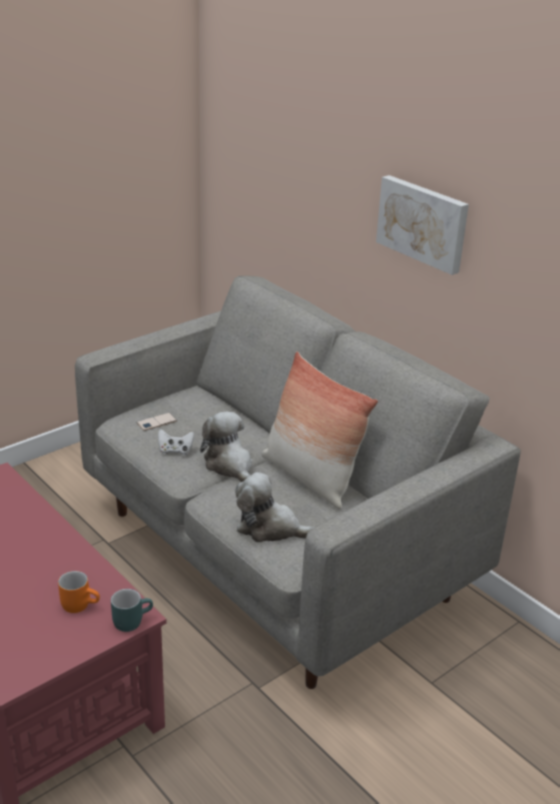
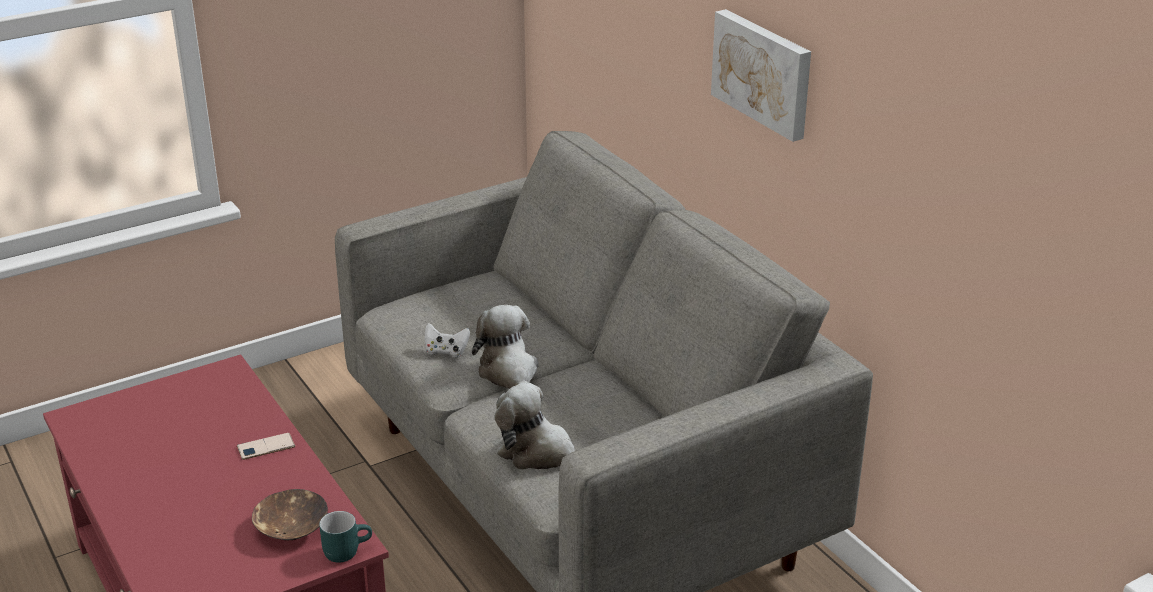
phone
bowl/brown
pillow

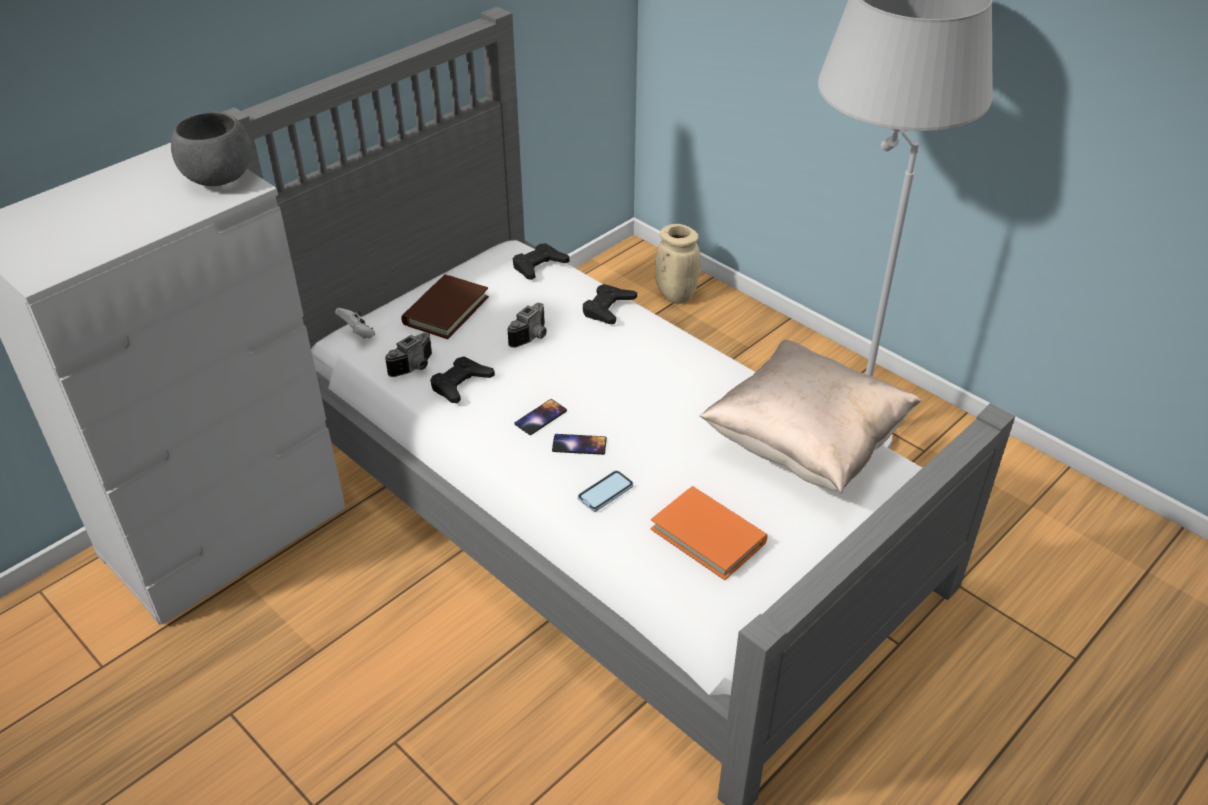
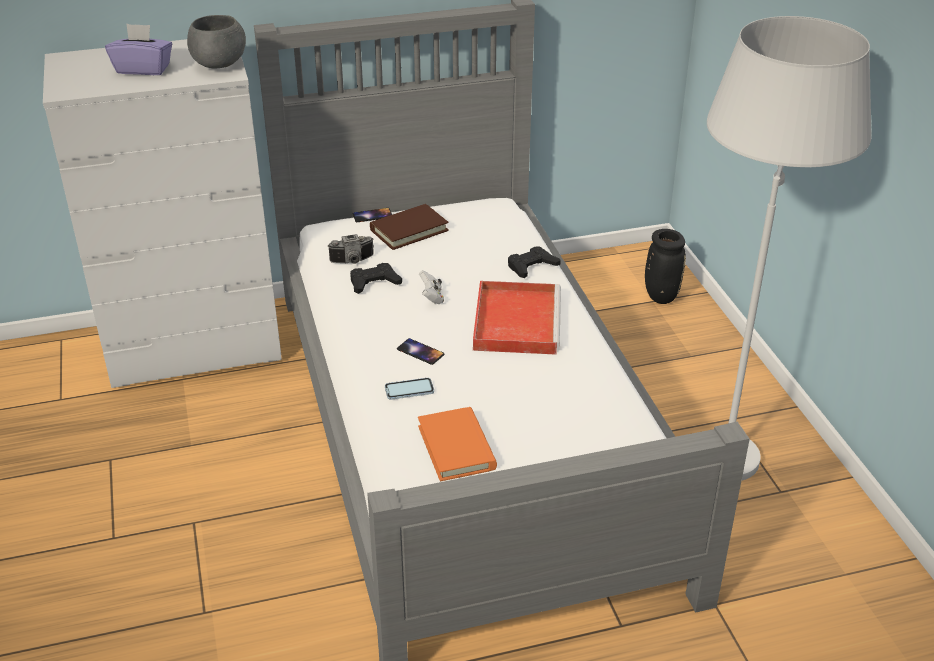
tissue box/purple
phone (no. 1 from left)
game controller/white
tray/red
vase/black
photo camera (no. 2 from left in the first image)
game controller/black (no. 2 from left in the first image)
pillow/beige

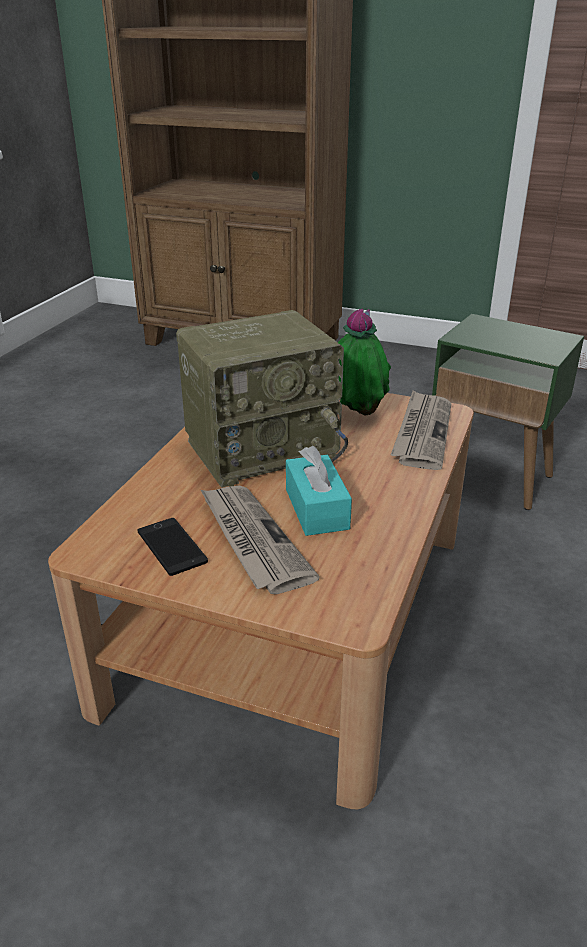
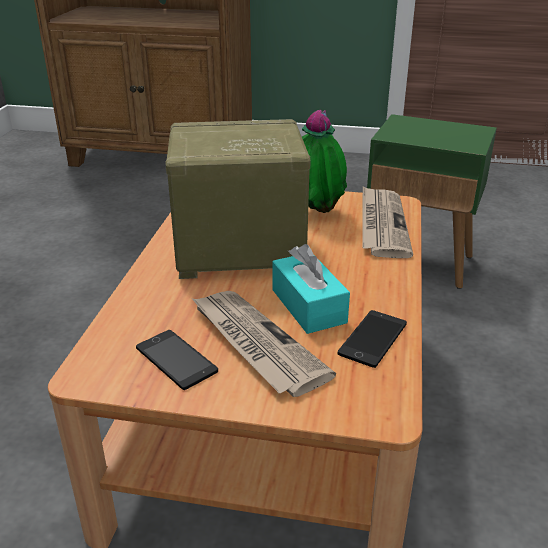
radio
phone (no. 2 from left)

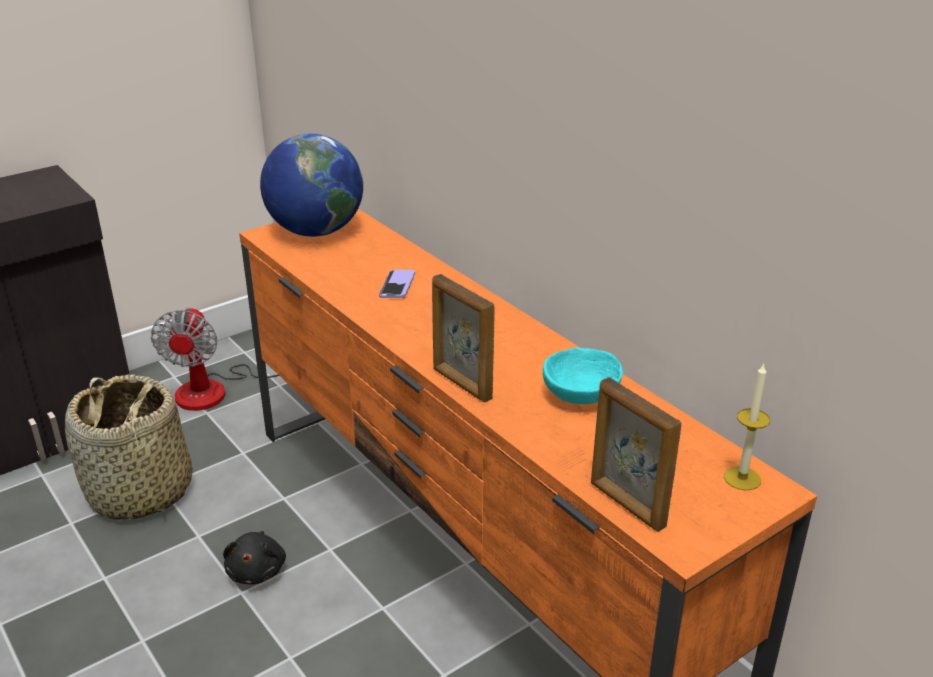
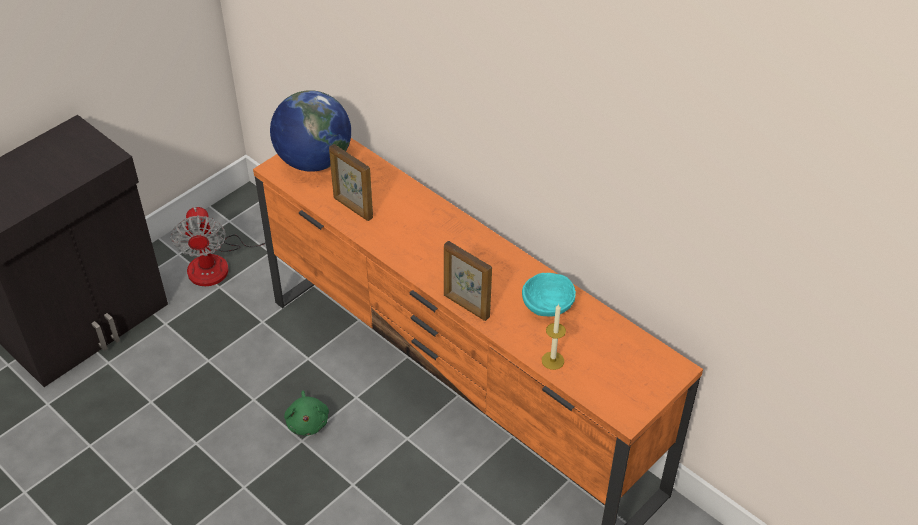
plush toy/green
picture frame (no. 1 from left)
candle
basket
phone

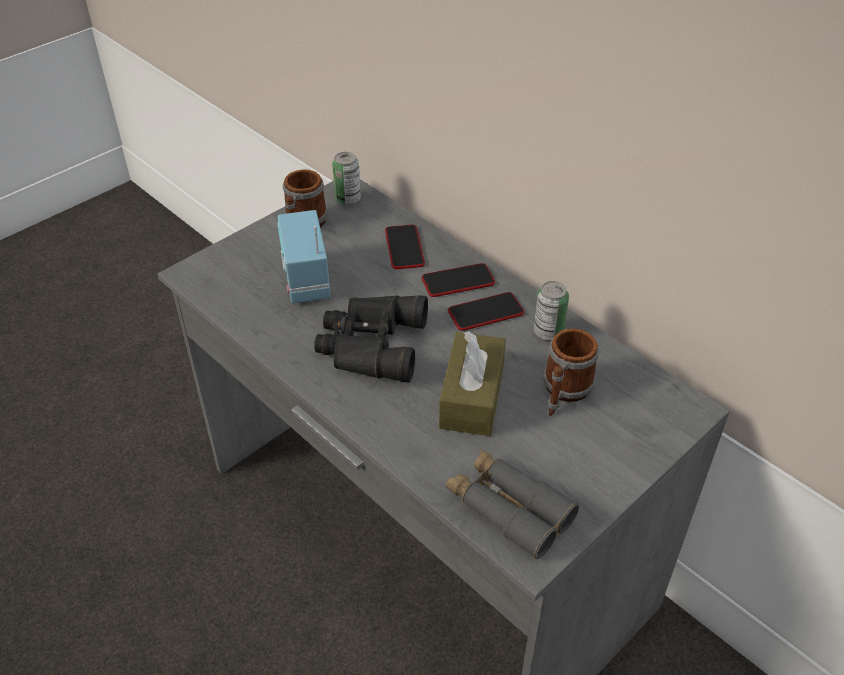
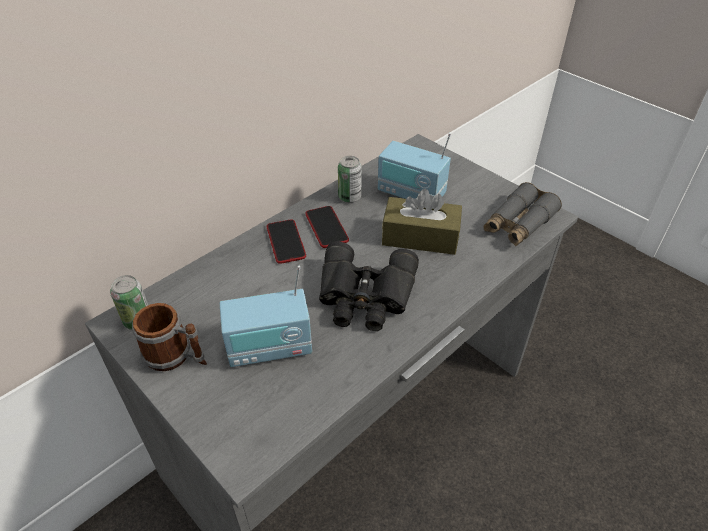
radio (no. 2 from left)
phone (no. 1 from left in the first image)

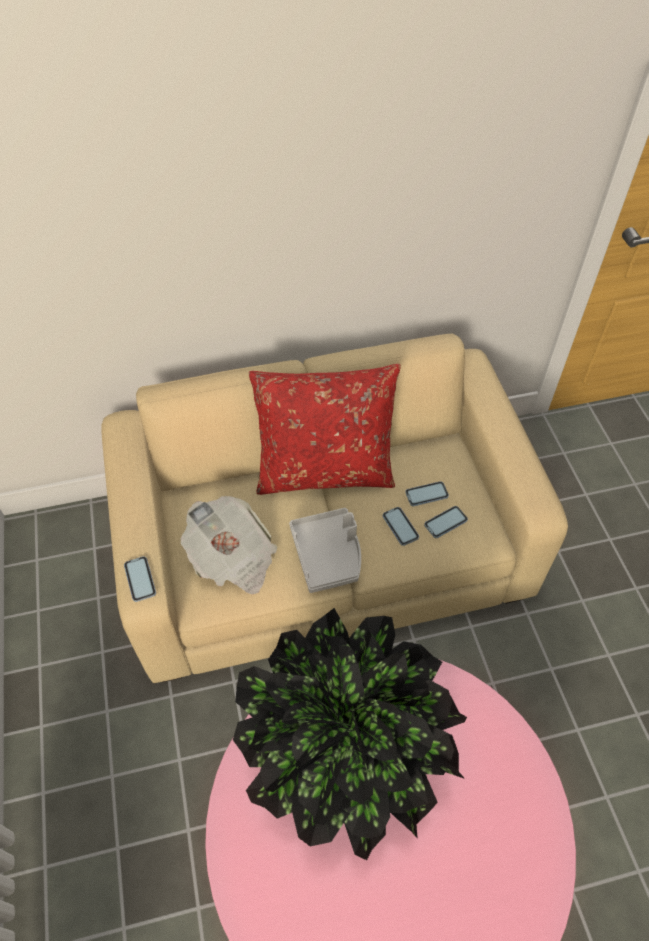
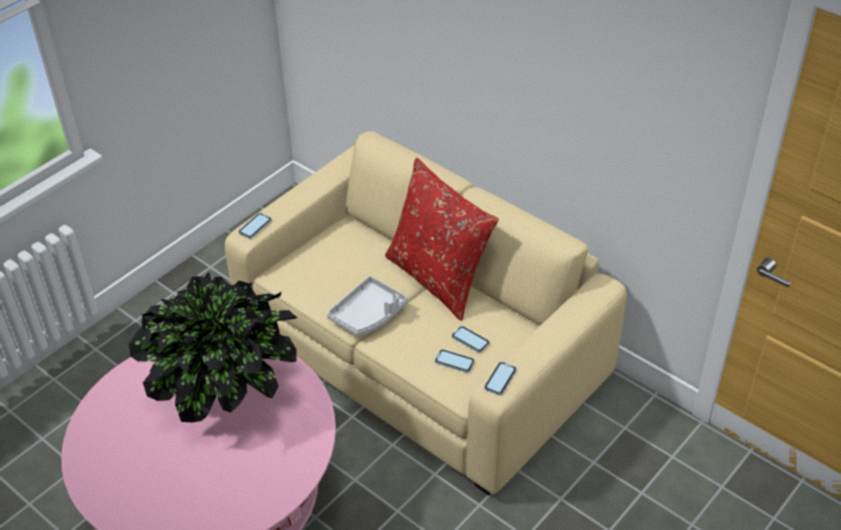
phone (no. 4 from left)
newspaper

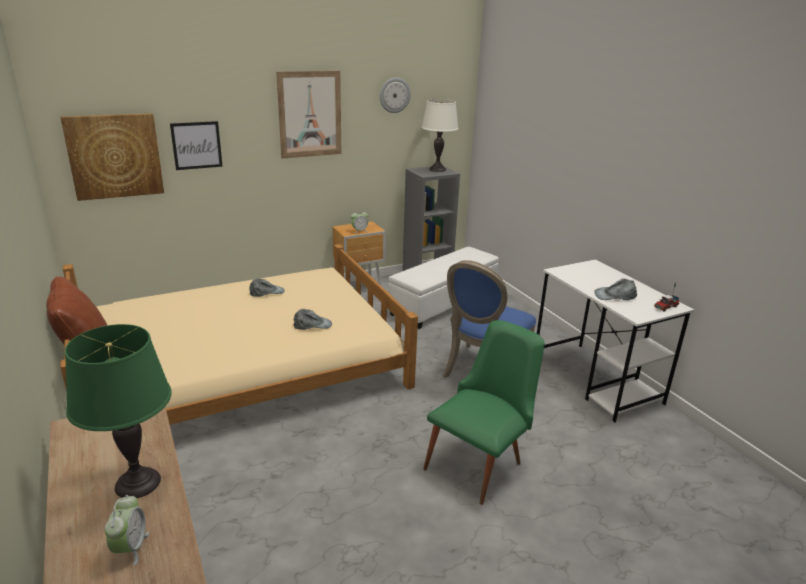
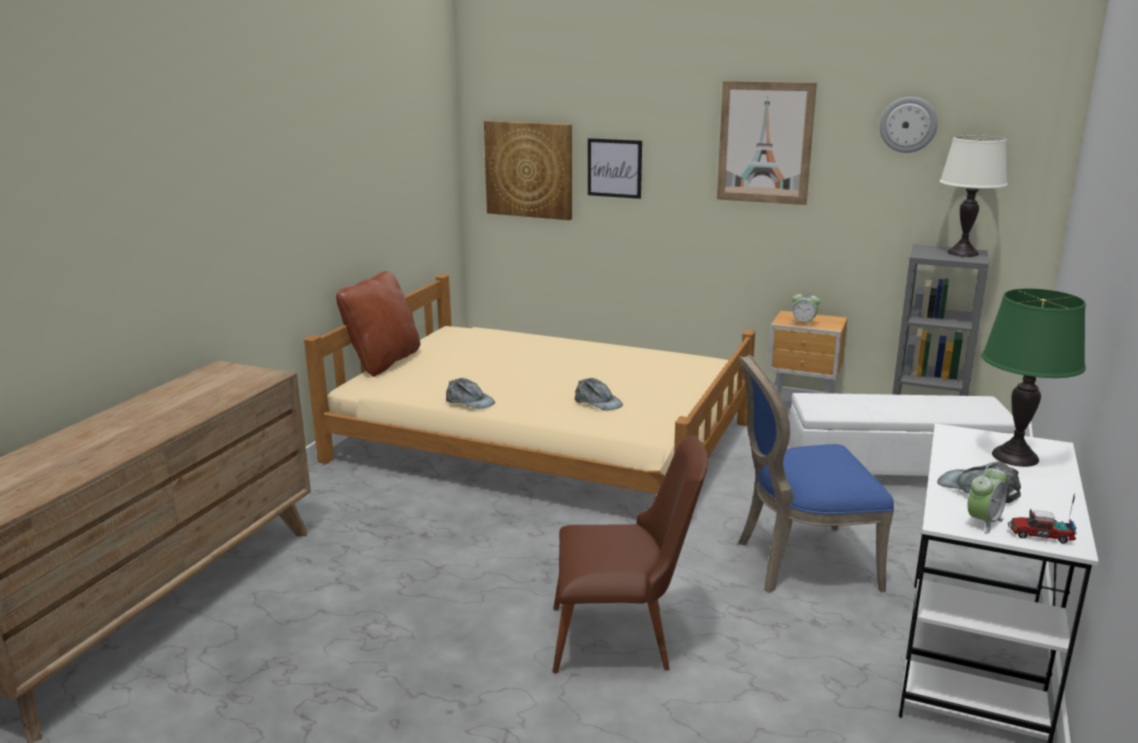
cap/grey (no. 1 from left)
chair/brown
alarm clock (no. 2 from left)
table lamp/green

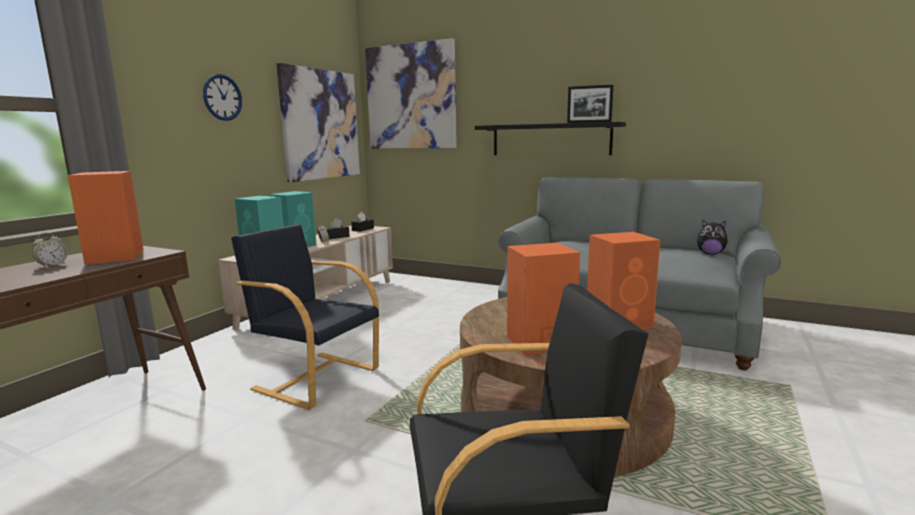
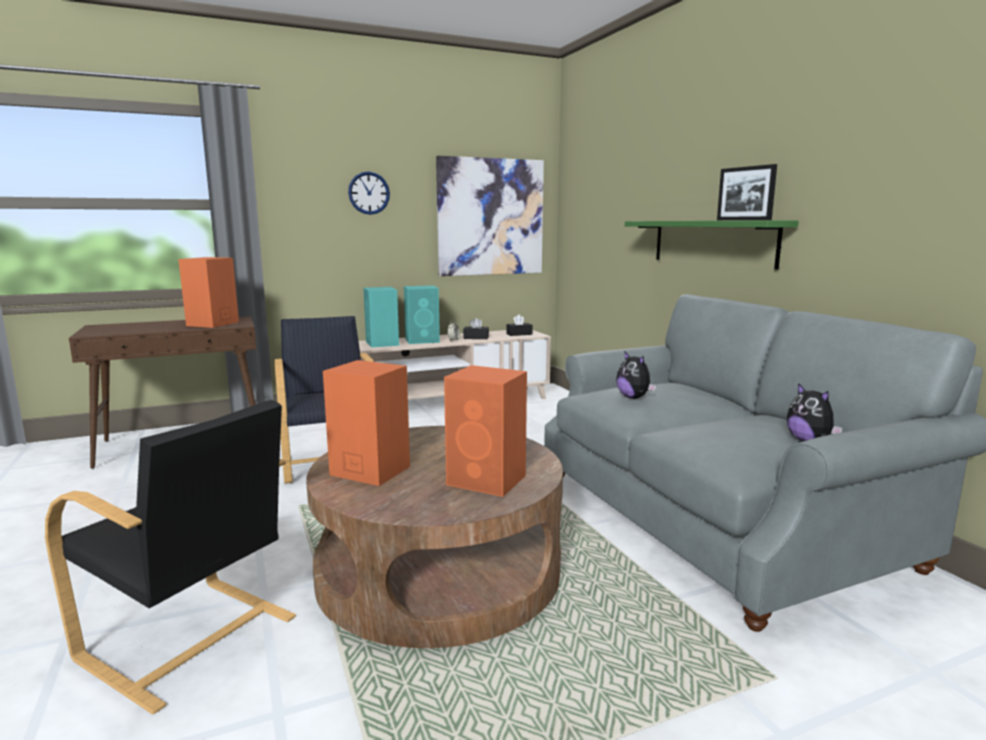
plush toy (no. 1 from left)
shelf/green
alarm clock (no. 1 from left in the first image)
picture (no. 2 from left in the first image)

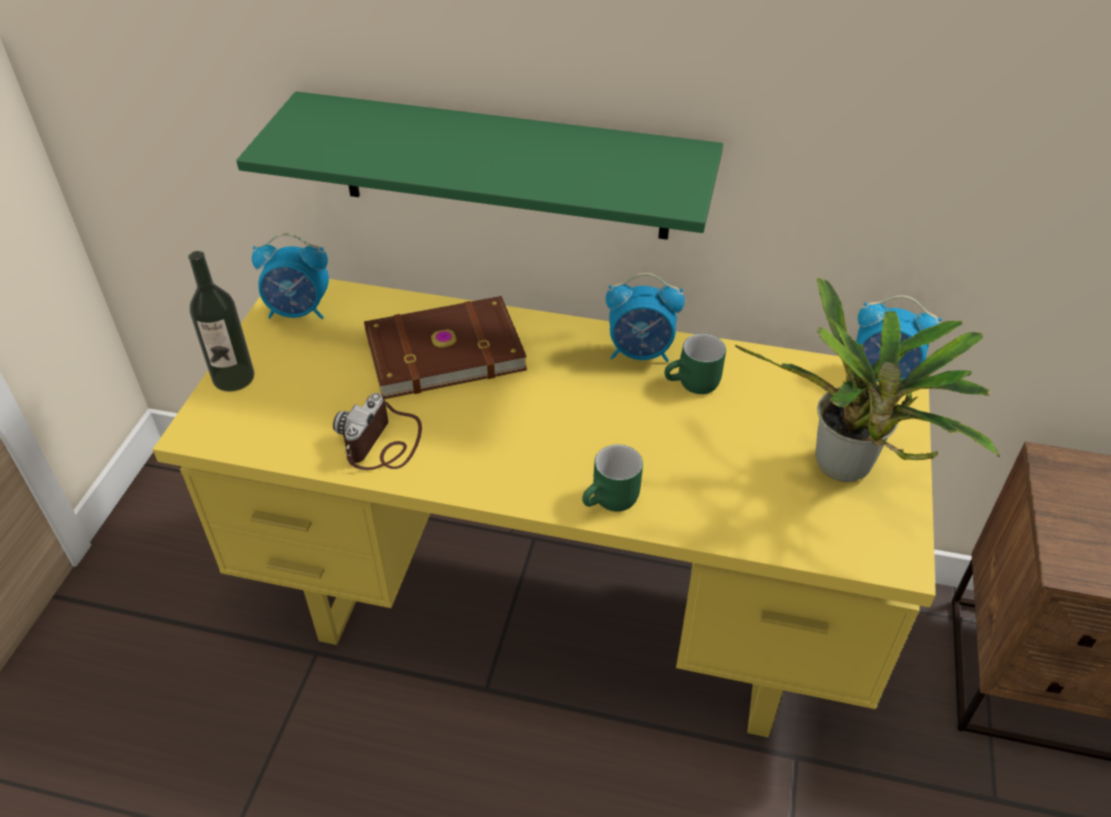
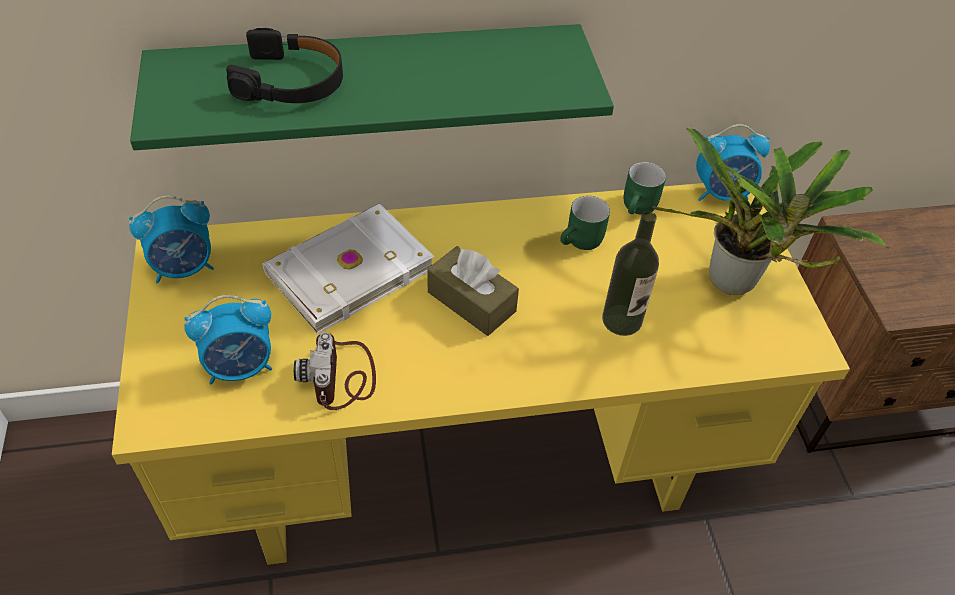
alarm clock (no. 2 from left)
headphones/black
book/white
tissue box/brown
bottle
mug/green (no. 2 from left)

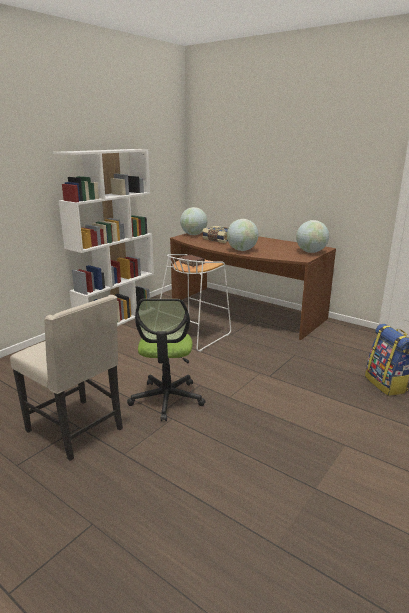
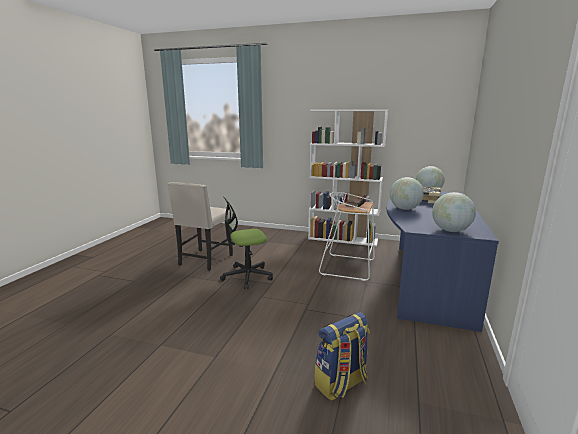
desk/blue

